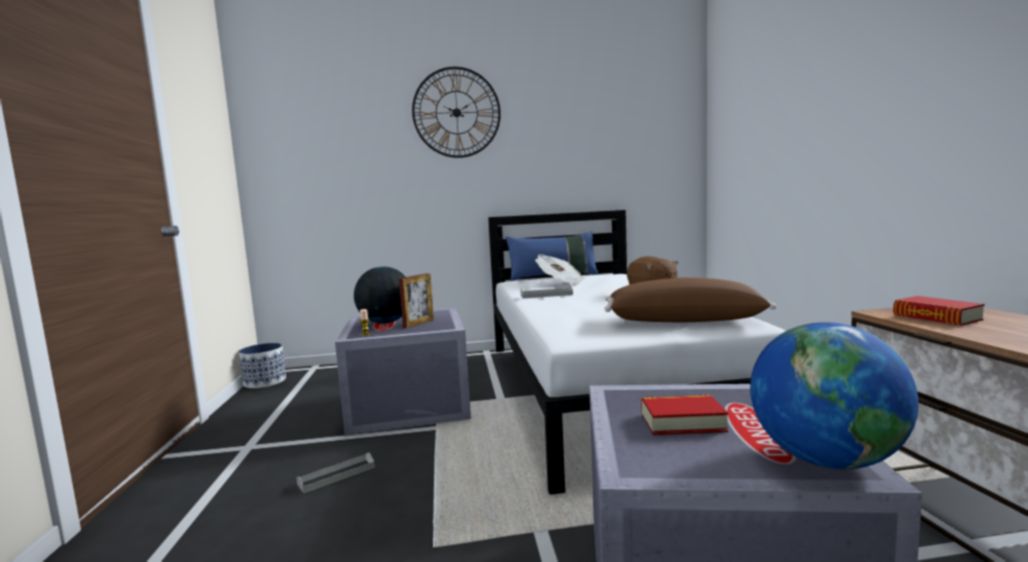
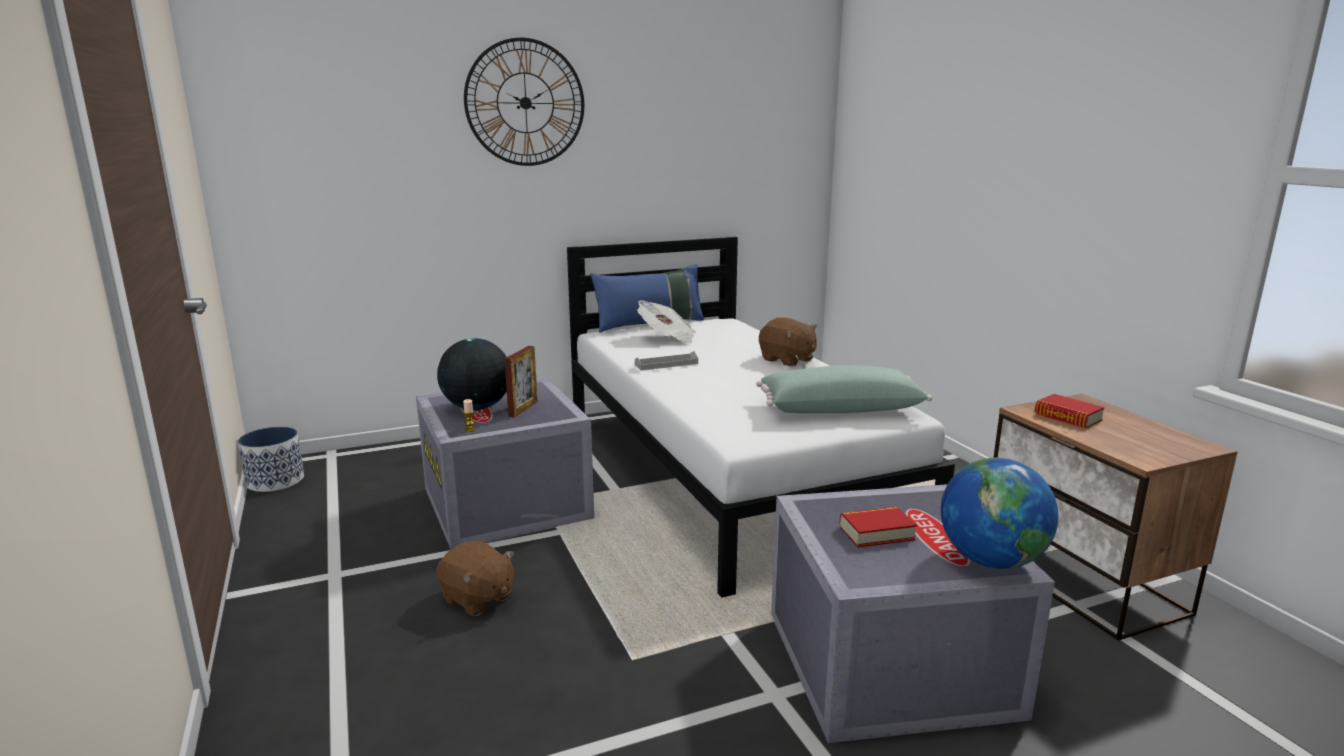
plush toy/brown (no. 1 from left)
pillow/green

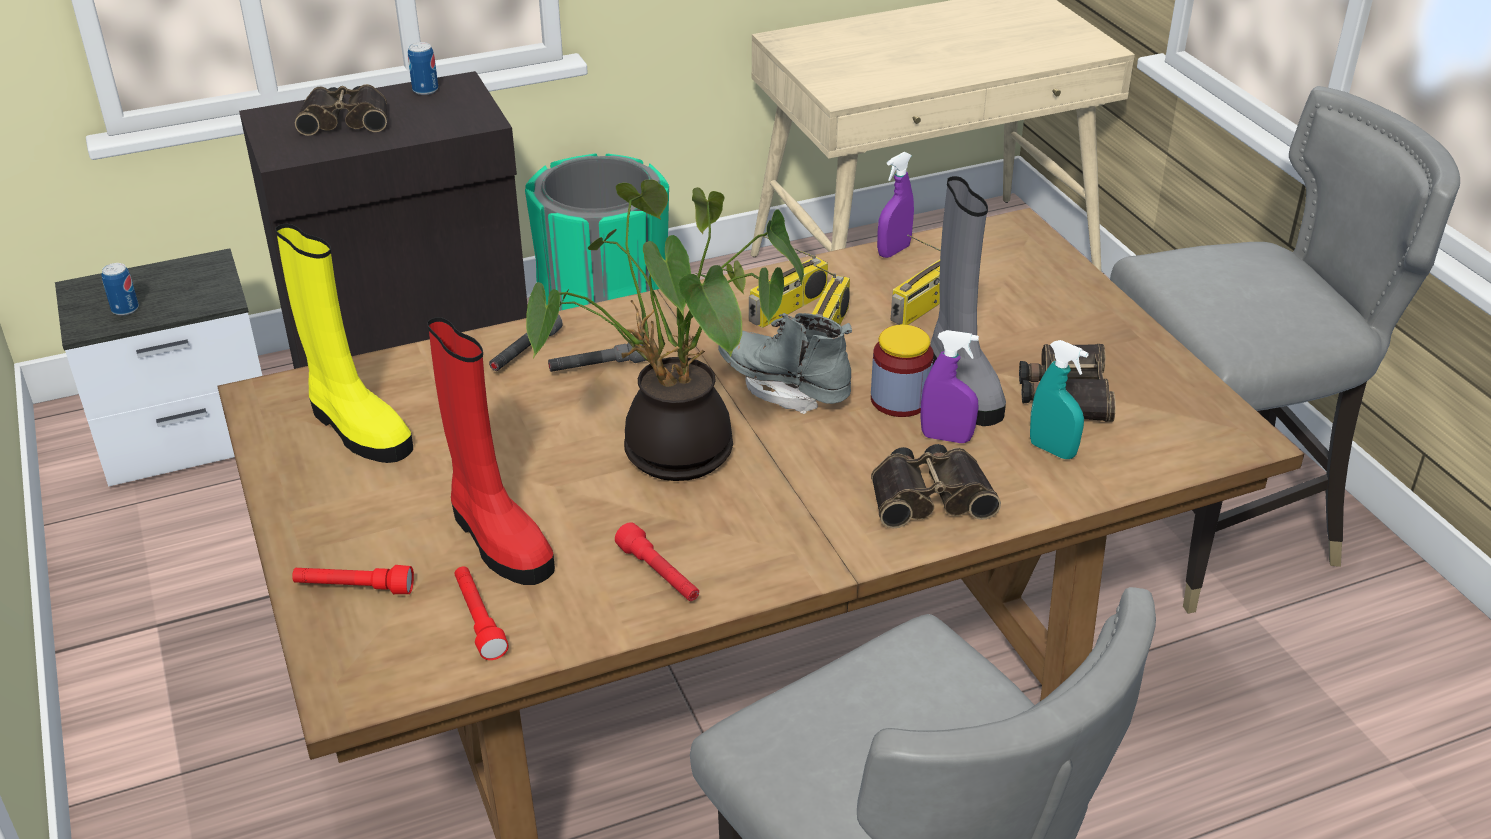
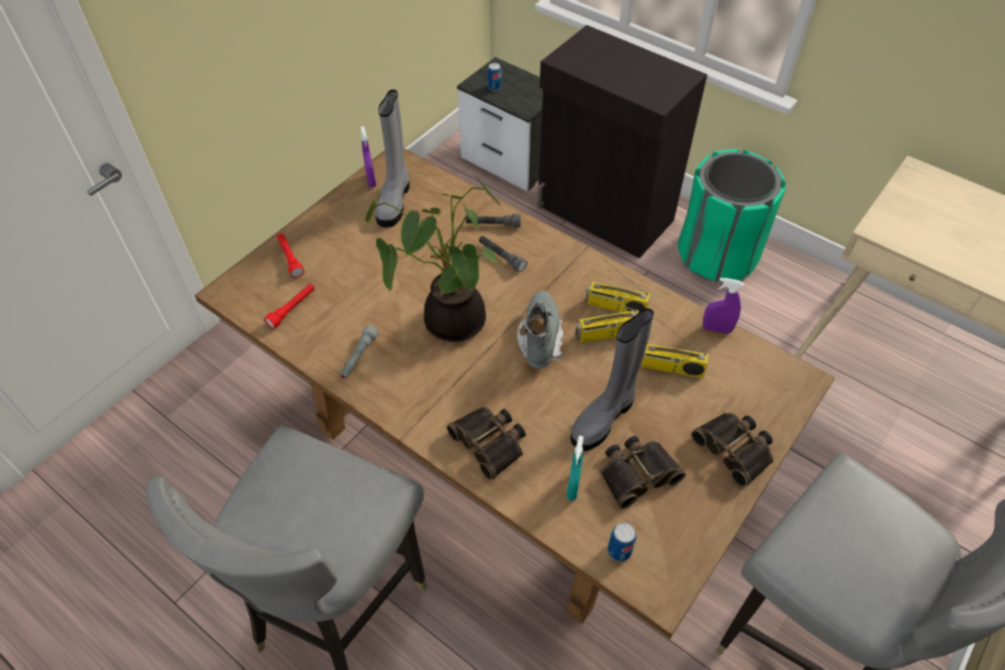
flashlight/grey (no. 1 from left)
spray bottle/purple (no. 1 from left)
boot/grey (no. 1 from left)
can (no. 2 from left)
binoculars (no. 3 from left)
boot/red
jar

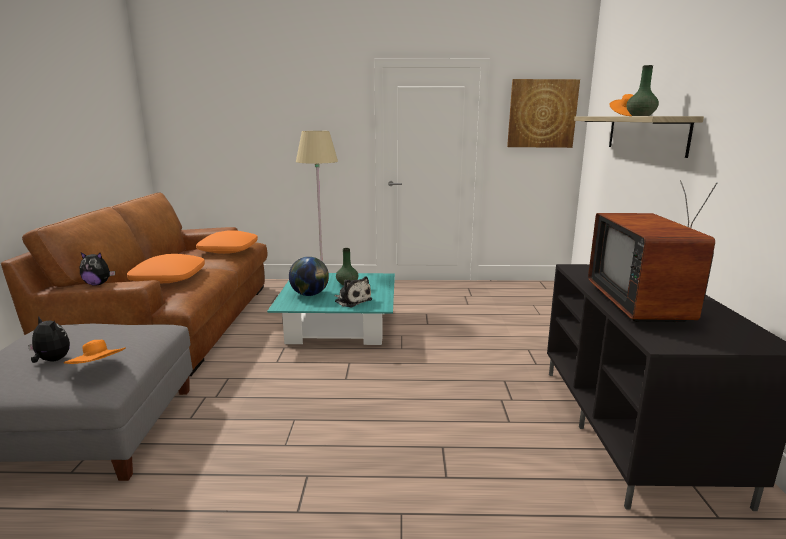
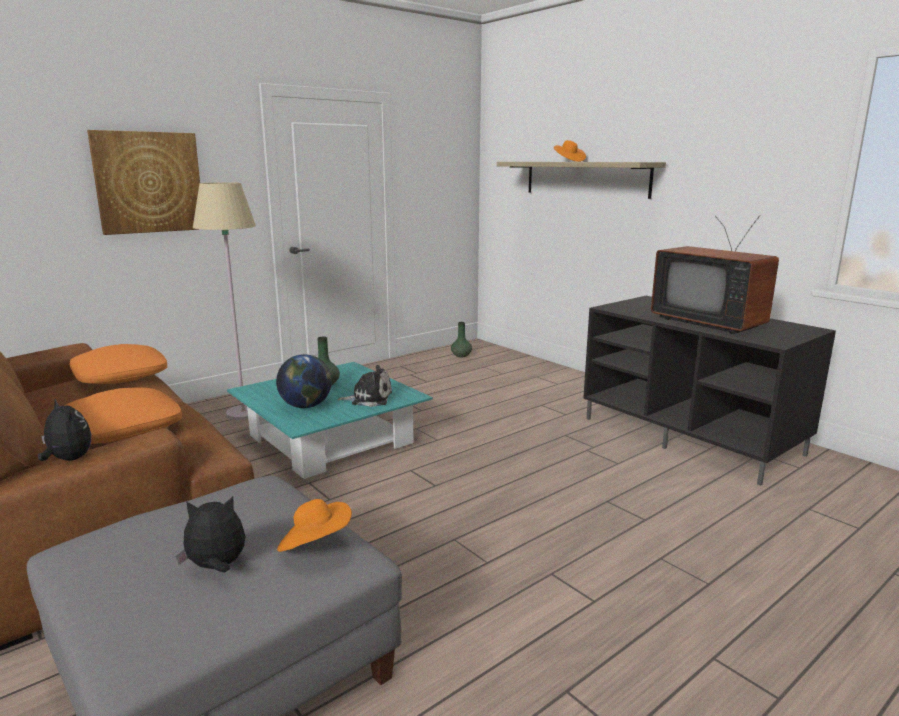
plush toy (no. 1 from left)
picture
vase/green (no. 2 from left)

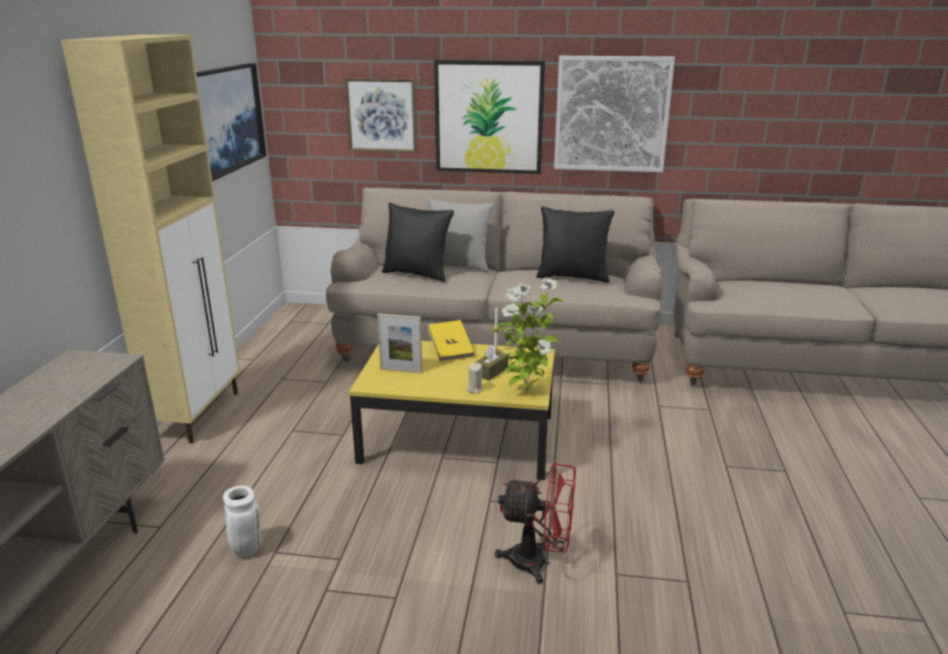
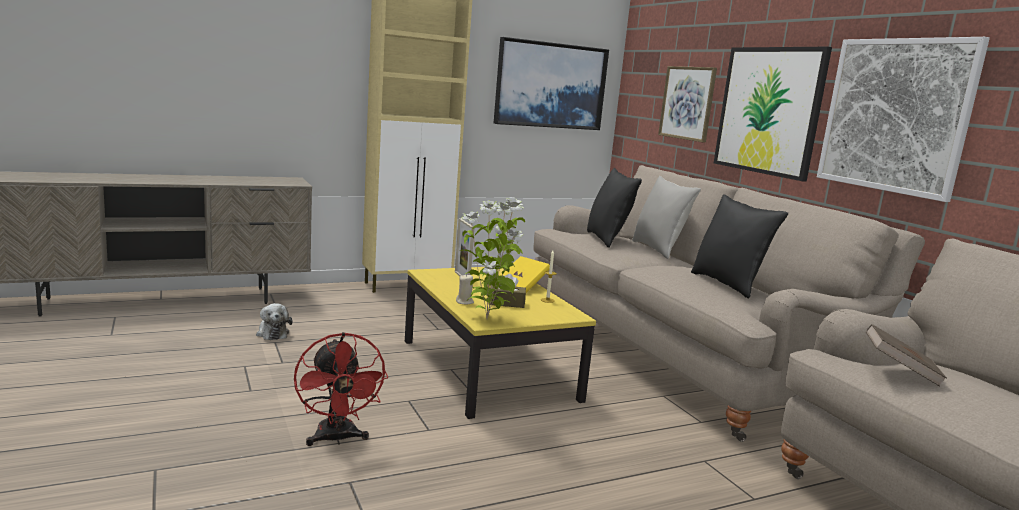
plush toy
book/brown

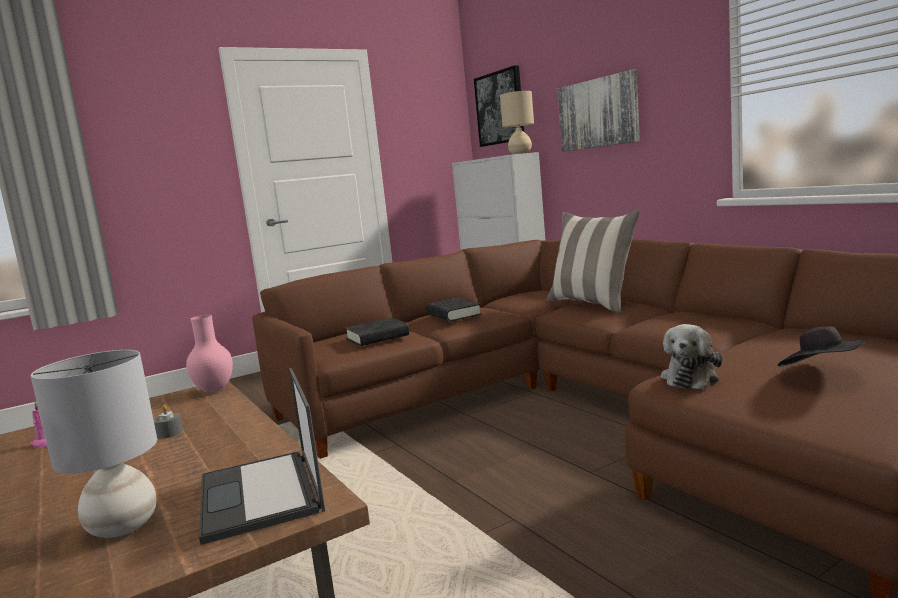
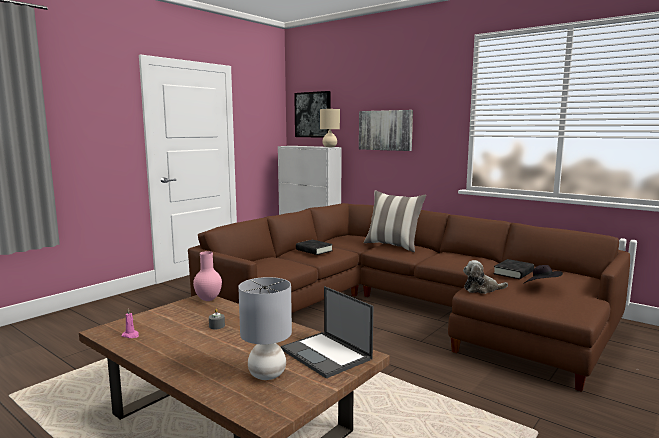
plush toy
book/black (no. 2 from left)

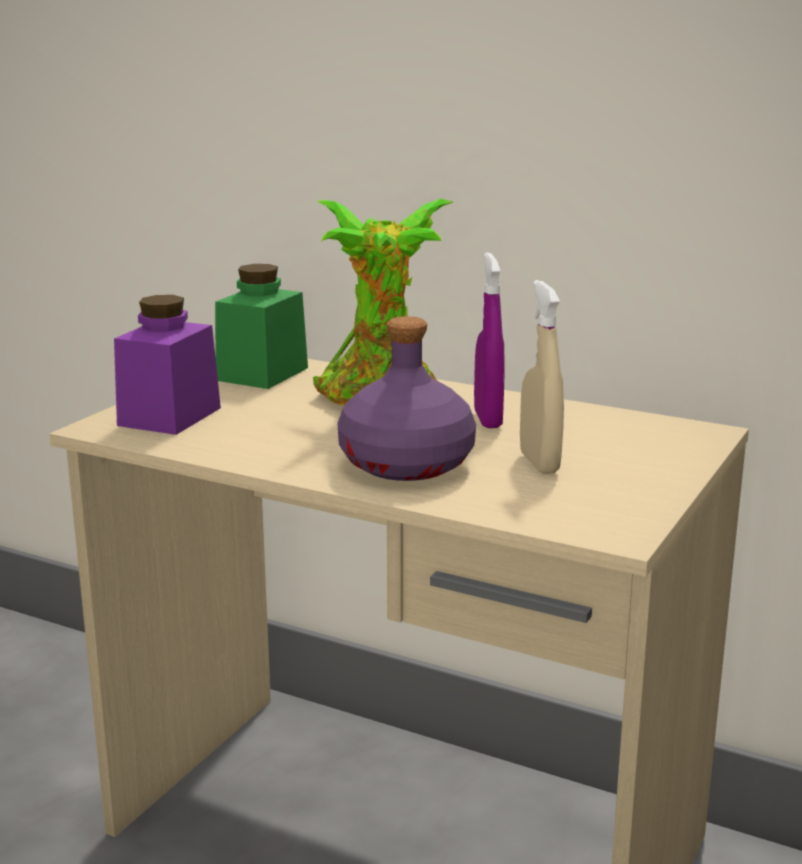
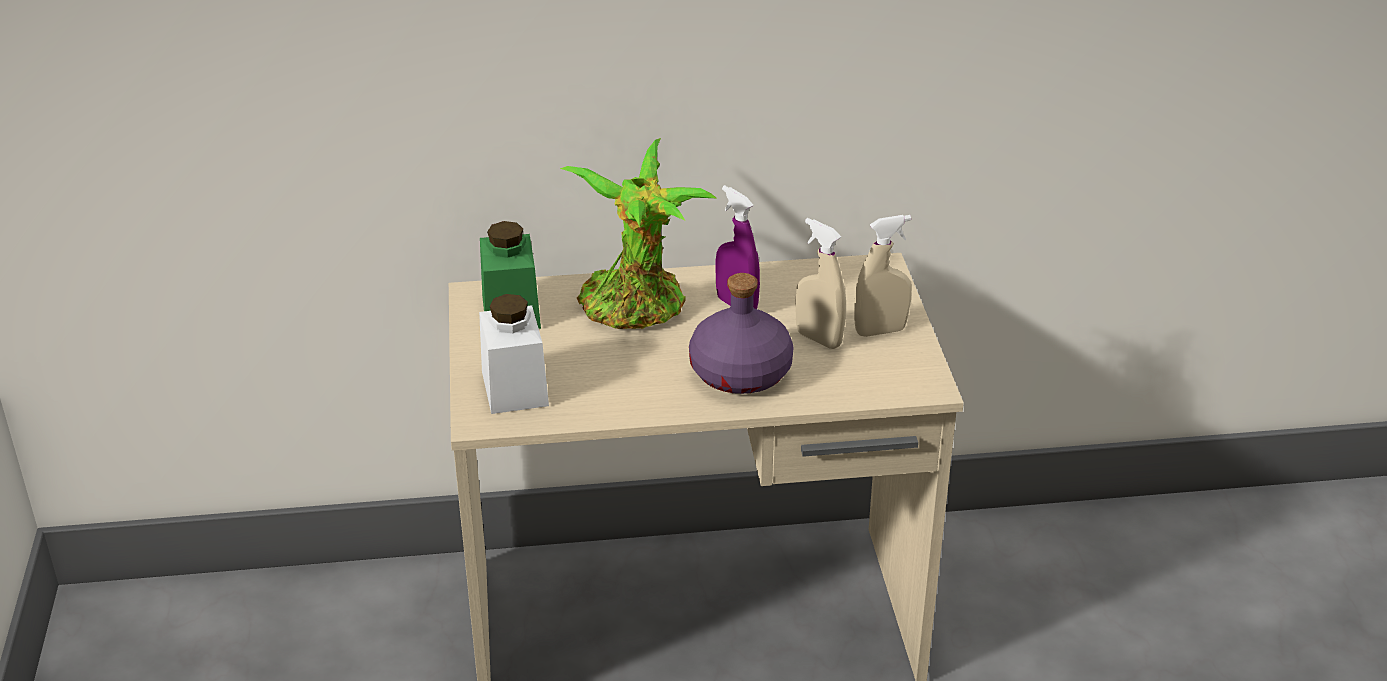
jar/white
spray bottle/beige (no. 2 from left)

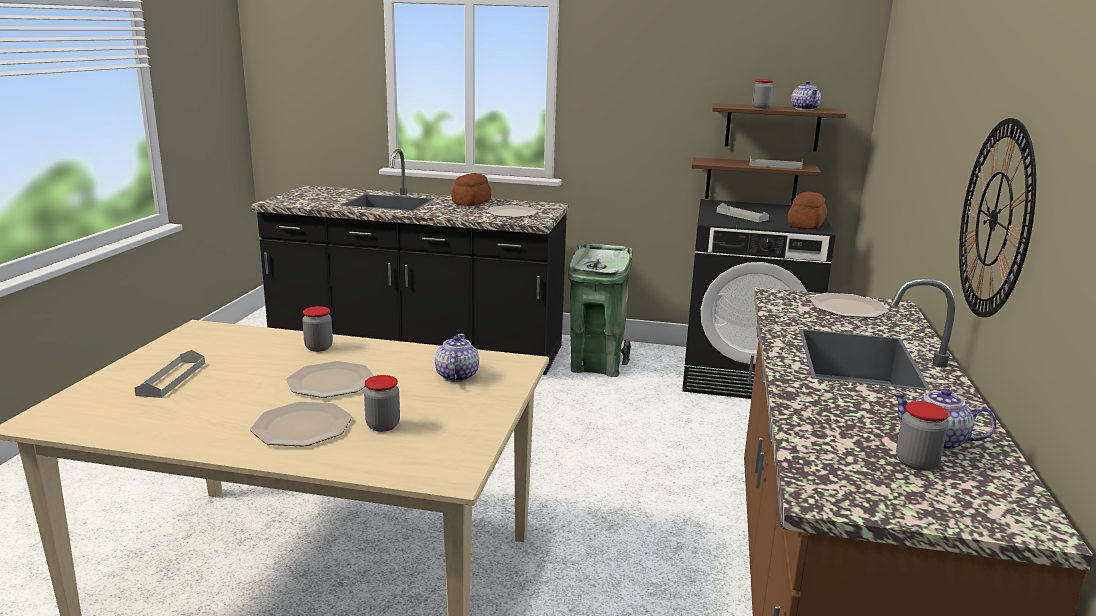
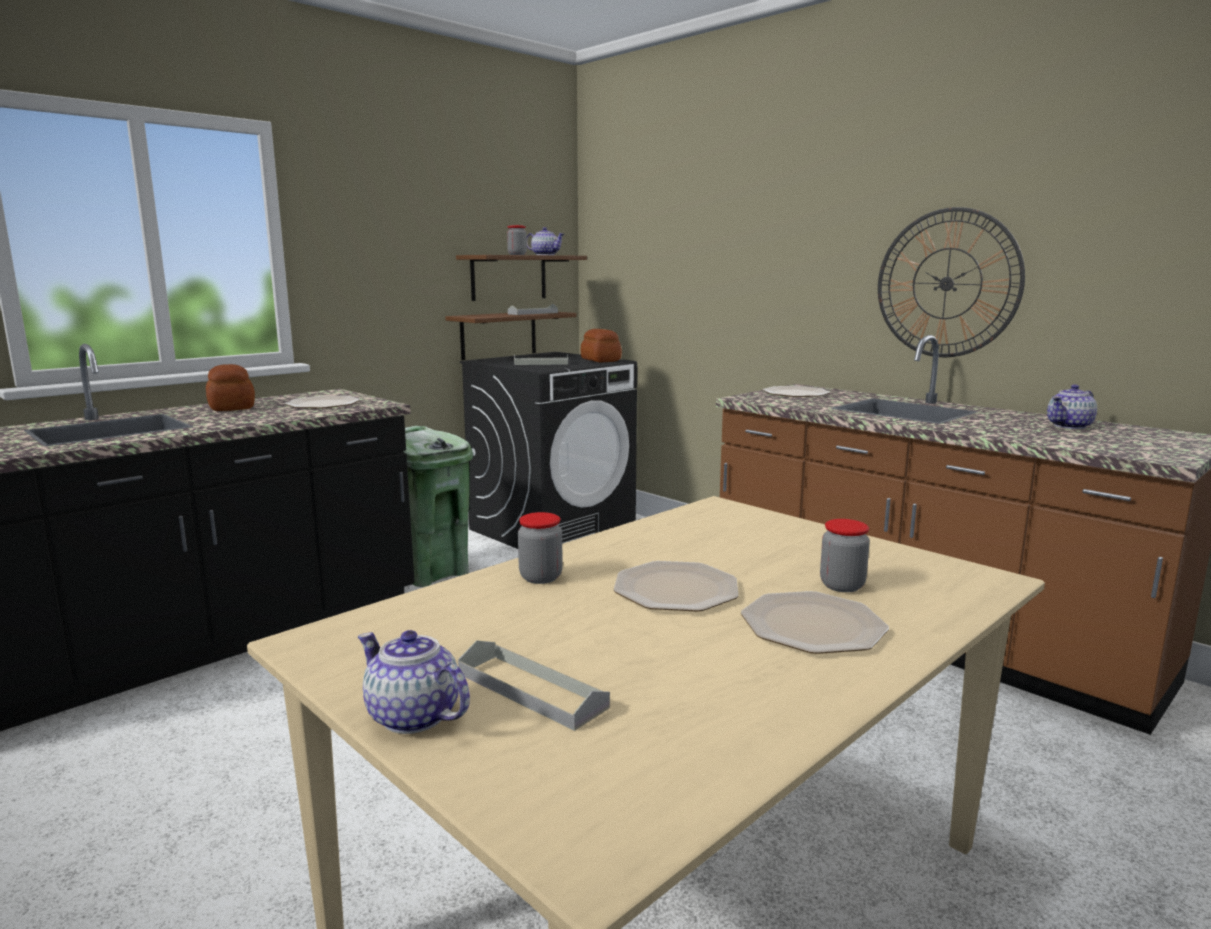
teapot (no. 1 from left)
jar (no. 4 from left in the first image)

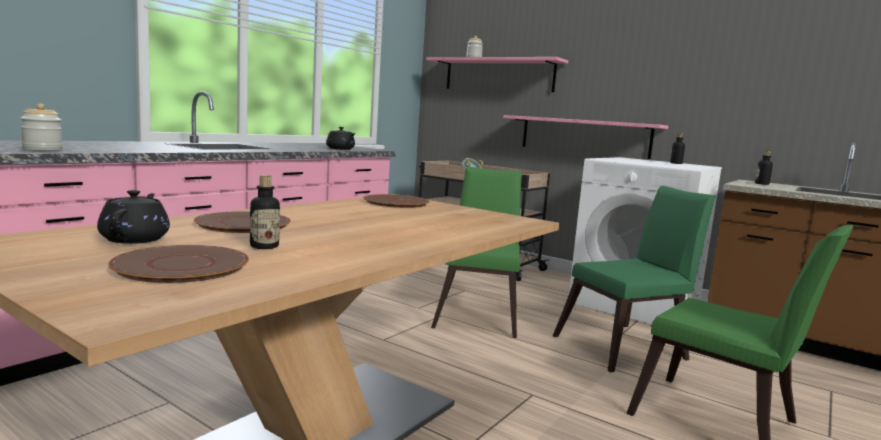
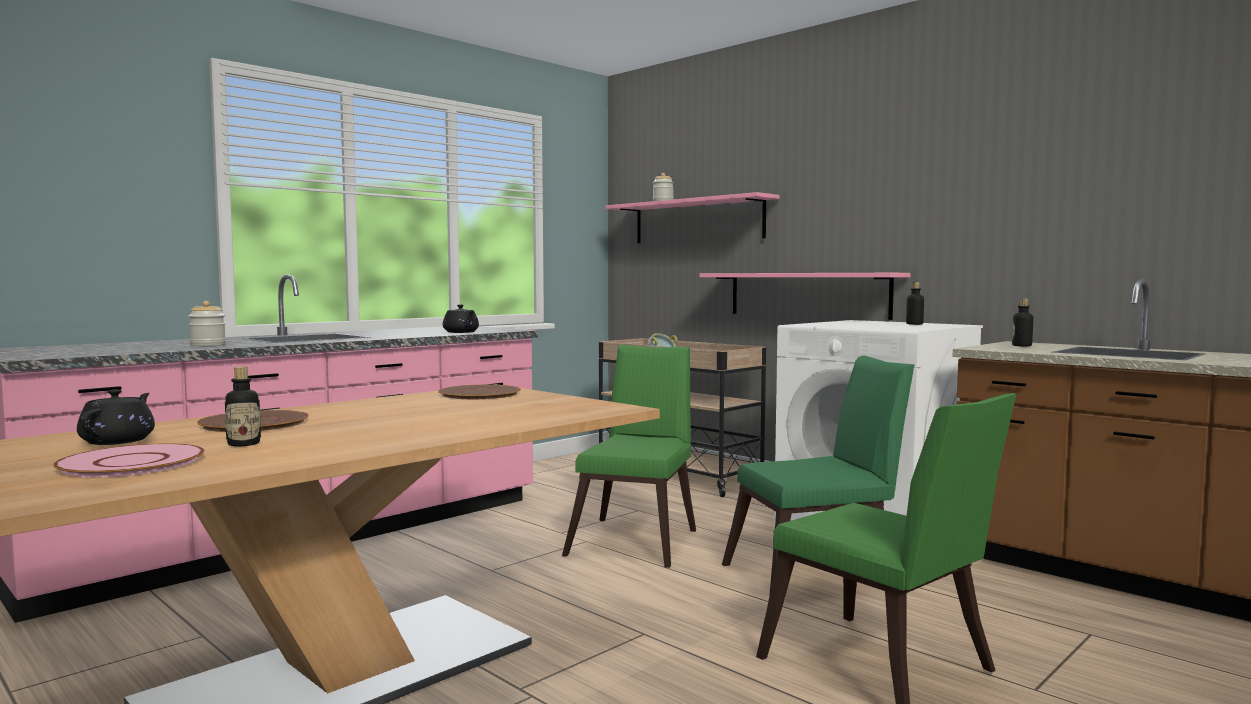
plate/pink
jar (no. 1 from left)

